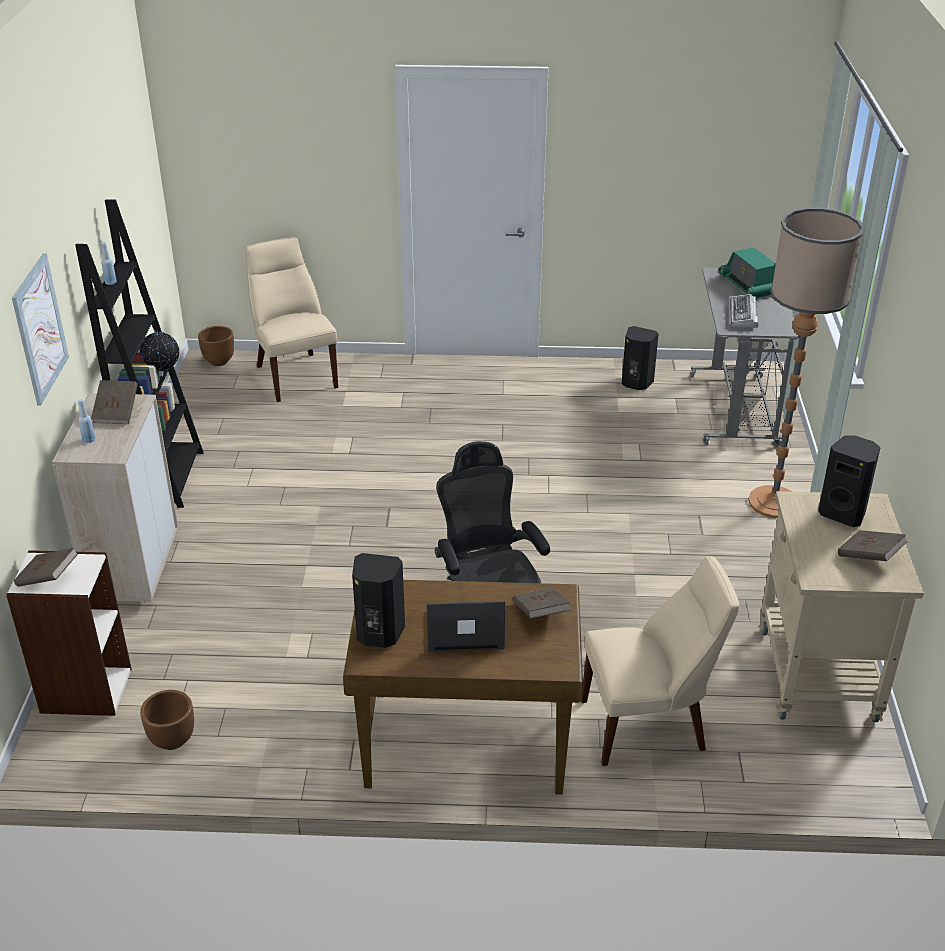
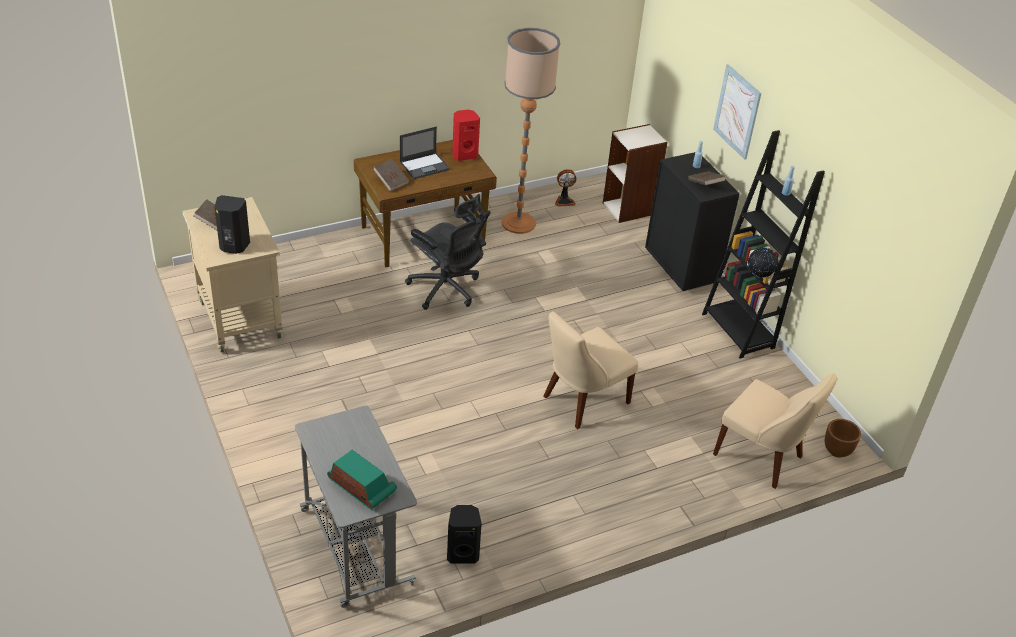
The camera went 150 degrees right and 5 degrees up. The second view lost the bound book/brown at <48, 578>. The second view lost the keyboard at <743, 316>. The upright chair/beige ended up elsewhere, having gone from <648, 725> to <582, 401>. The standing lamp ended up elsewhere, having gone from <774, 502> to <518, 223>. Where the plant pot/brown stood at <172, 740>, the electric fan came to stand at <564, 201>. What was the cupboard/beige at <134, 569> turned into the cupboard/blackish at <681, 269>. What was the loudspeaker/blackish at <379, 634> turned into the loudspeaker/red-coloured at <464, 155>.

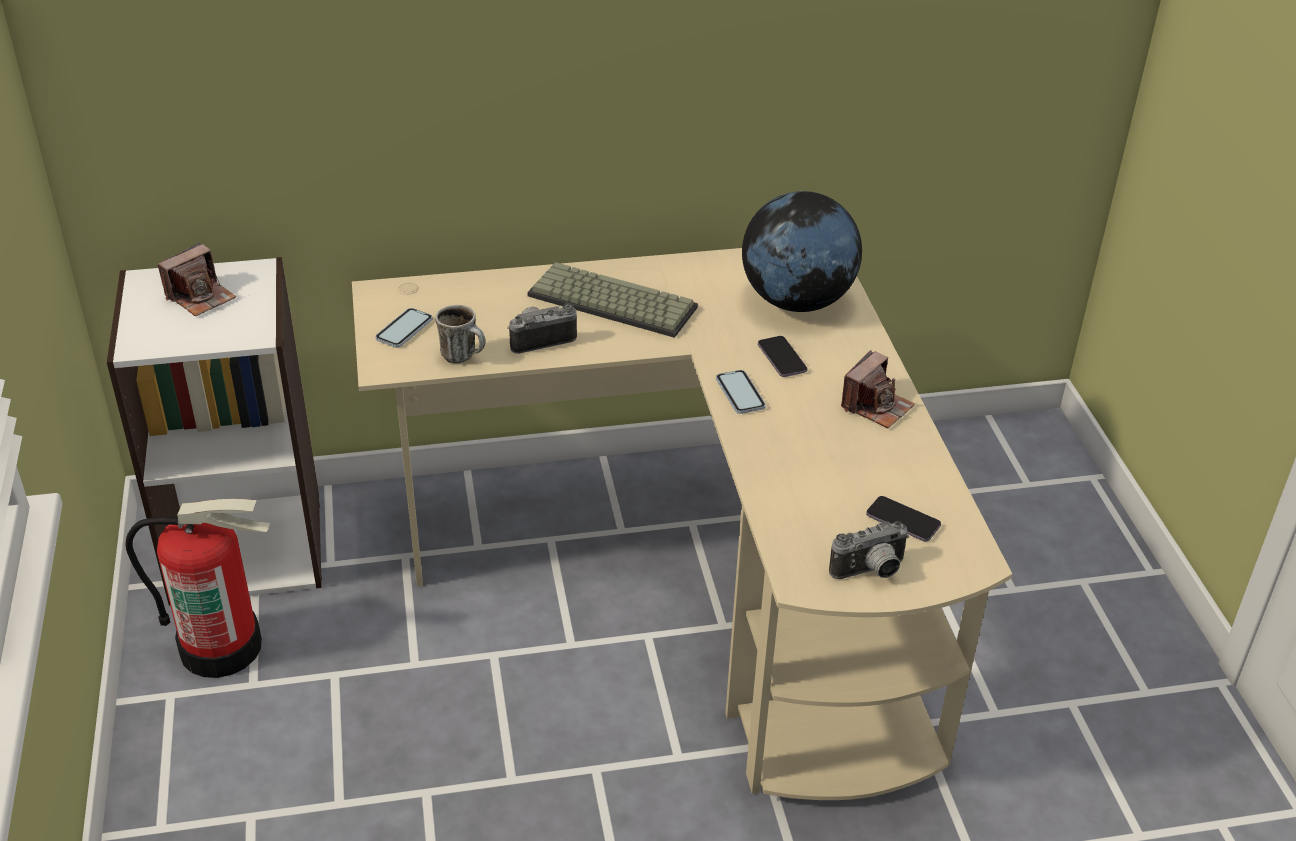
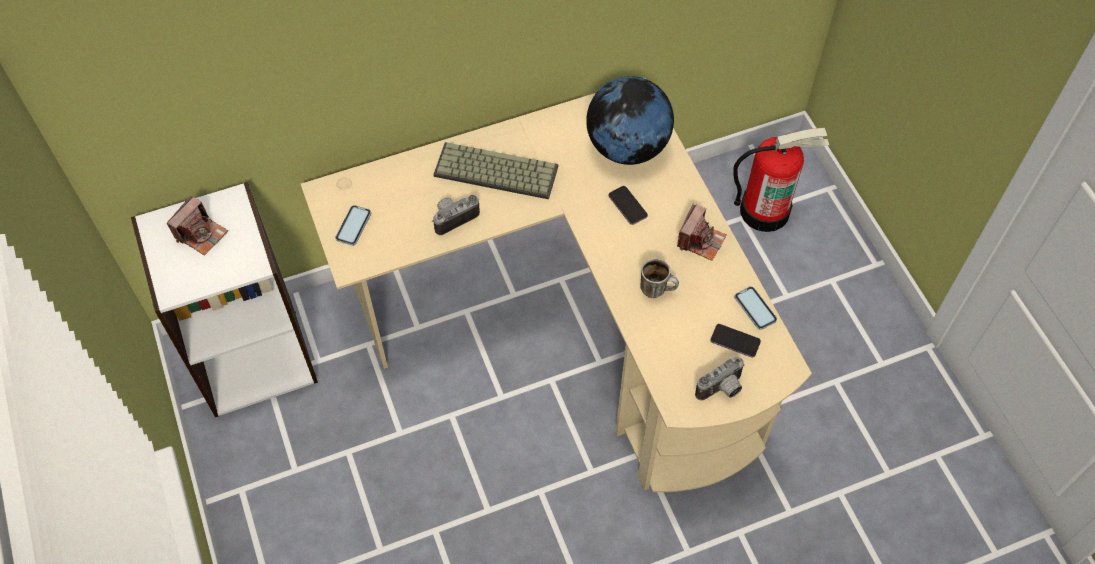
The camera went 10 degrees left and 20 degrees up. The fire extinguisher ended up elsewhere, having gone from <222, 646> to <765, 210>. The mug ended up elsewhere, having gone from <464, 356> to <657, 289>. The phone ended up elsewhere, having gone from <740, 393> to <755, 309>.

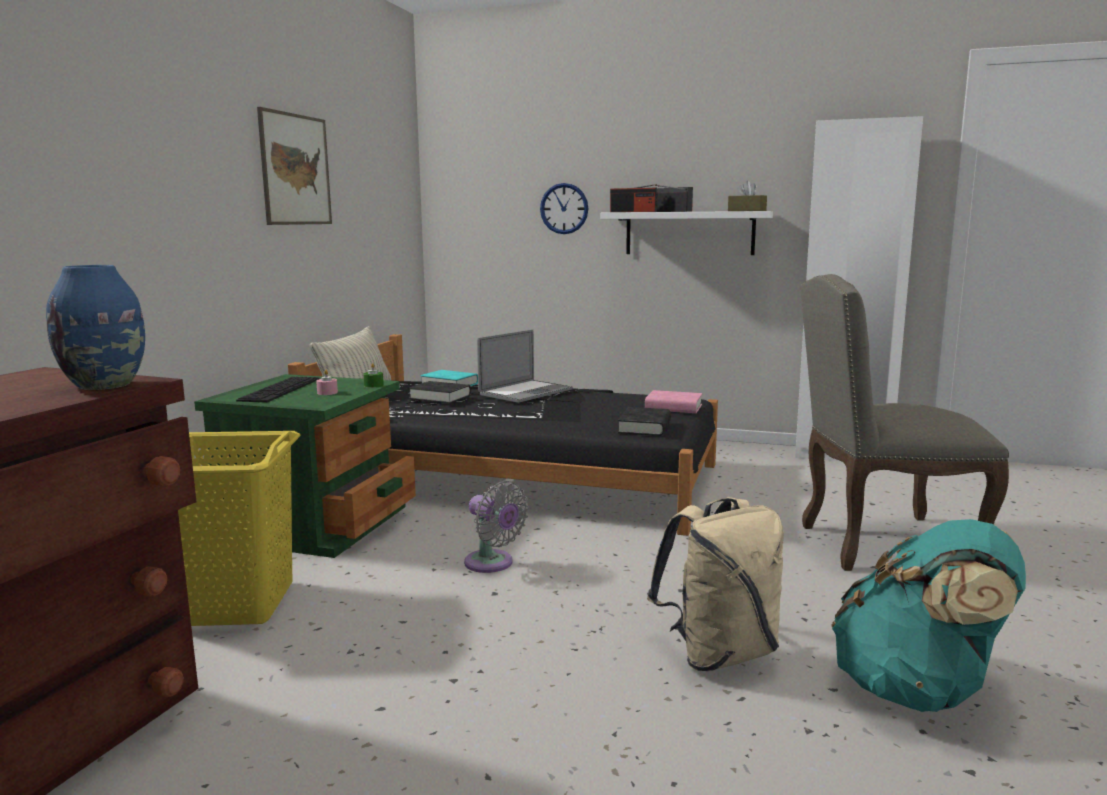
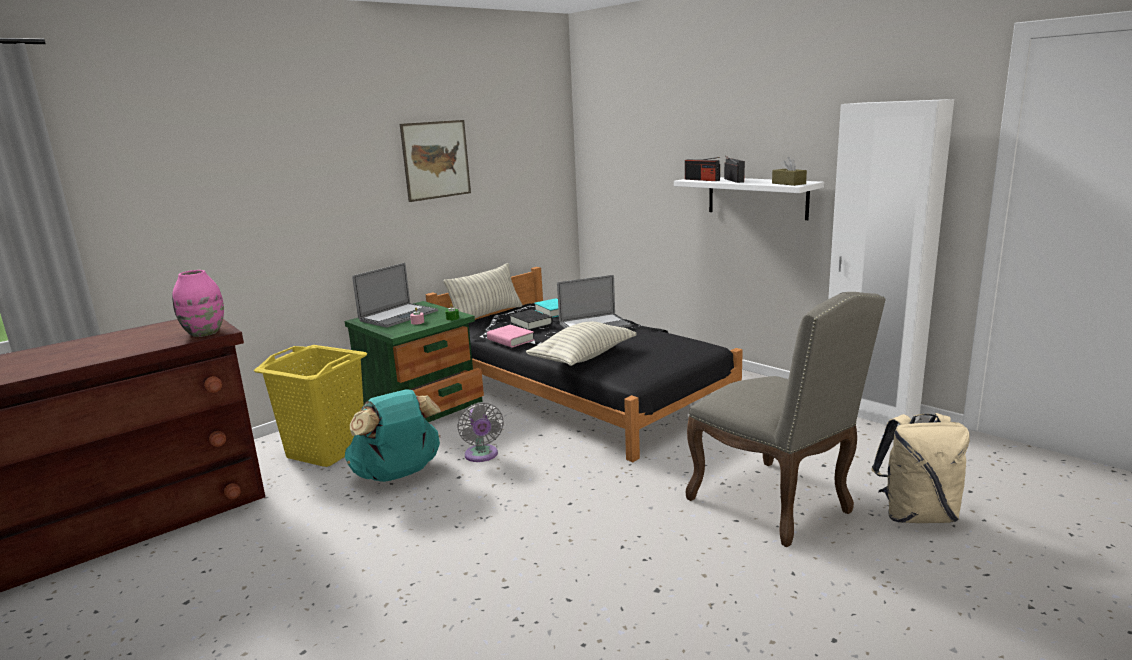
The camera went 30 degrees right and 5 degrees up. The second view lost the clock on the wall at <564, 208>. The second view lost the bound book/blackish at <645, 427>. The second view gained the cushion at <583, 357>. The bound book/pink ended up elsewhere, having gone from <673, 407> to <510, 340>. The rucksack/beige ended up elsewhere, having gone from <719, 653> to <916, 515>. The rucksack/turquoise-coloured ended up elsewhere, having gone from <919, 691> to <398, 474>. Where the keyboard stood at <280, 389>, the laptop came to stand at <398, 316>. What was the vase/blue-coloured at <105, 385> turned into the vase/pink at <205, 333>. The upright chair/gray at <884, 545> ended up facing another way, 150 degrees counterclockwise from before.

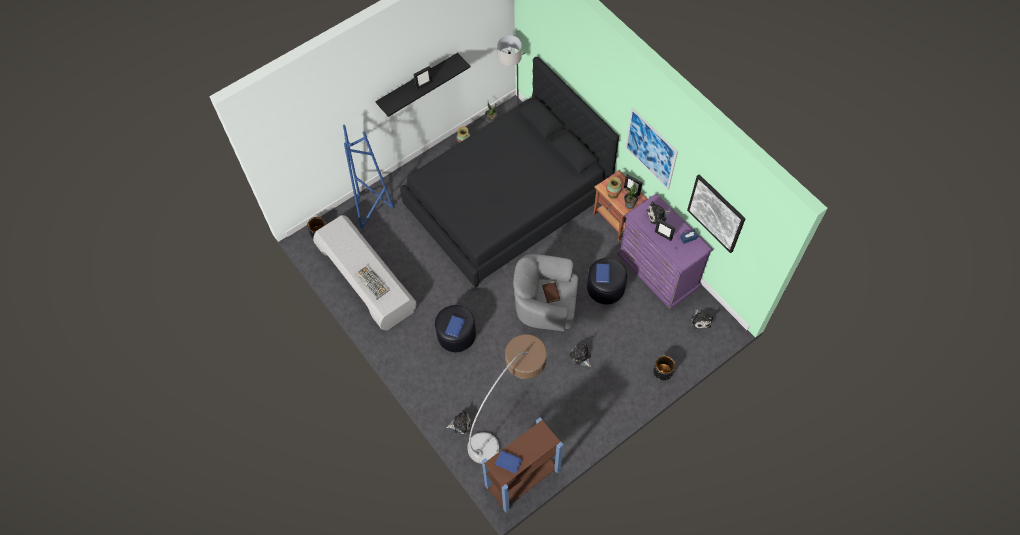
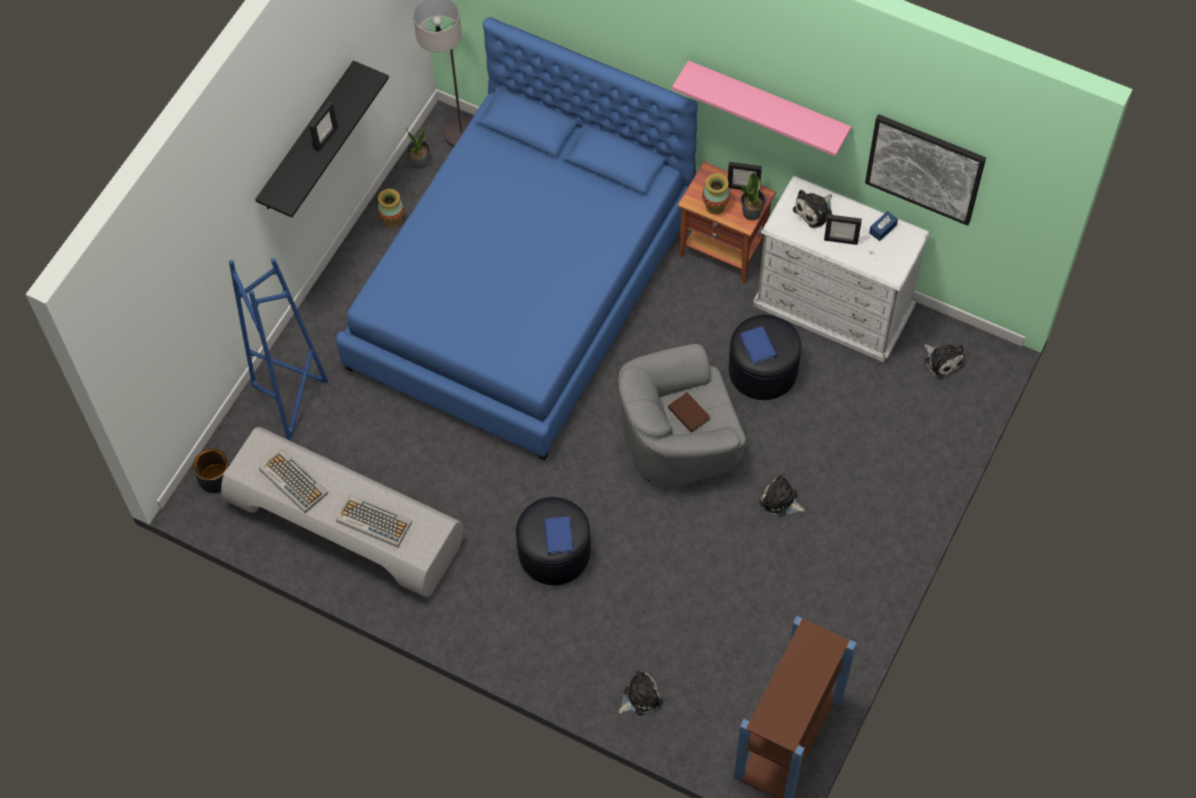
The camera went 25 degrees left and 0 degrees up. The second view lost the standing lamp at <508, 414>. The second view lost the bound book/blue-coloured at <508, 462>. The second view lost the plant pot/blackish at <663, 371>. The second view gained the keyboard at <292, 481>. Where the wall picture hung at <650, 149>, the bracket shelf/pink came to hang at <768, 103>. What was the bedroom bed/blackish at <508, 200> turned into the bedroom bed/blue-coloured at <522, 289>. What was the drawer chest/purple at <659, 270> turned into the drawer chest/whitish at <835, 305>.

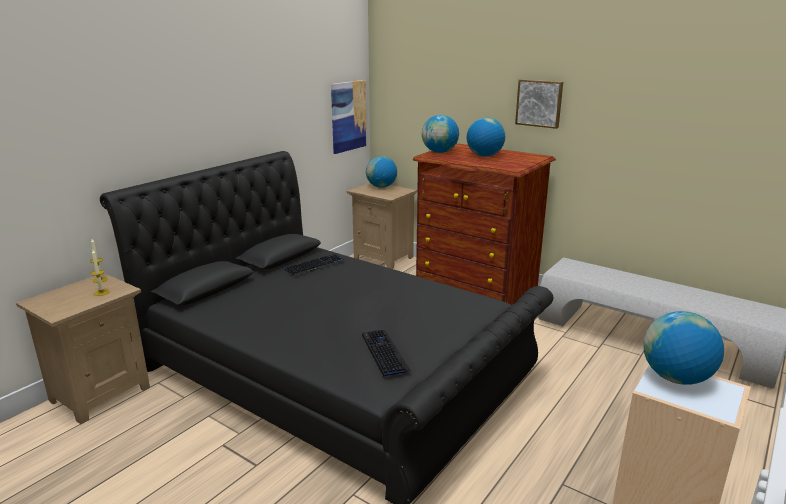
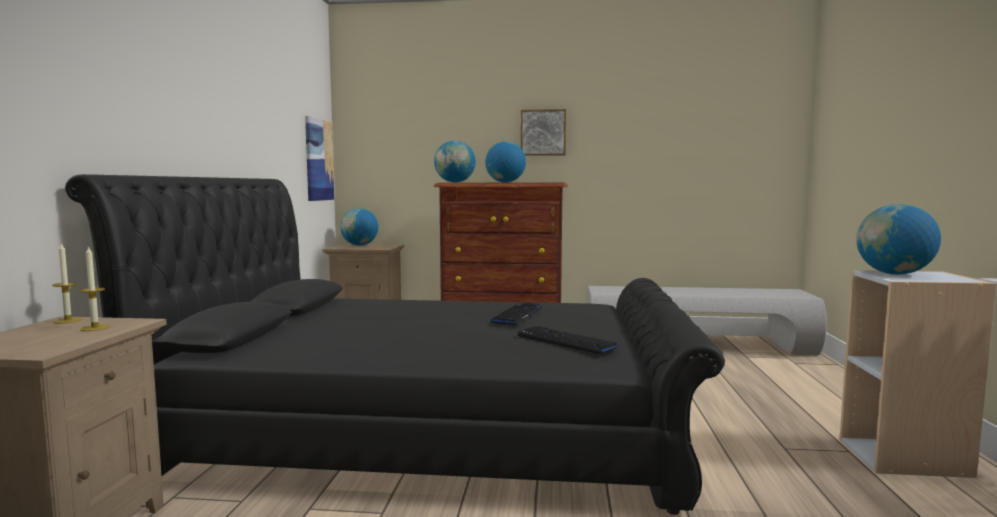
The camera went 30 degrees left and 15 degrees down. The keyboard ended up elsewhere, having gone from <315, 266> to <518, 315>.

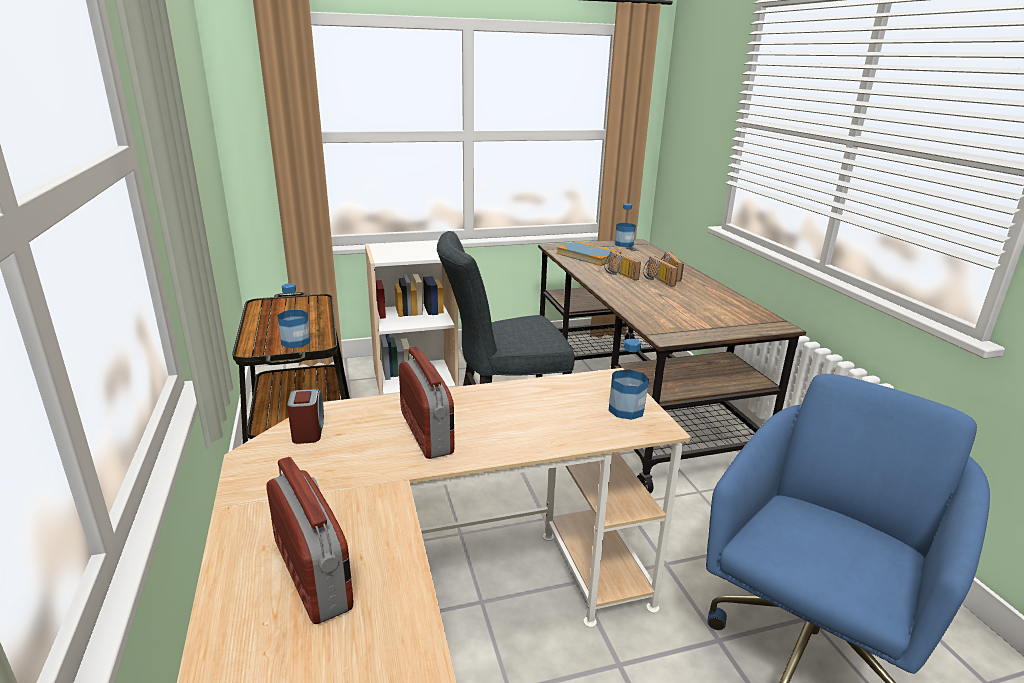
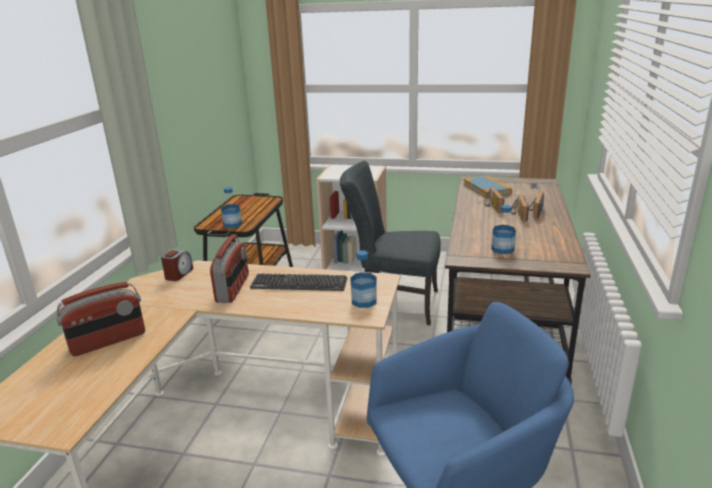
The camera went 30 degrees right and 0 degrees up. The second view gained the keyboard at <299, 283>. The drink bottle ended up elsewhere, having gone from <624, 244> to <502, 249>. The radio receiver at <314, 574> ended up facing another way, 60 degrees clockwise from before.

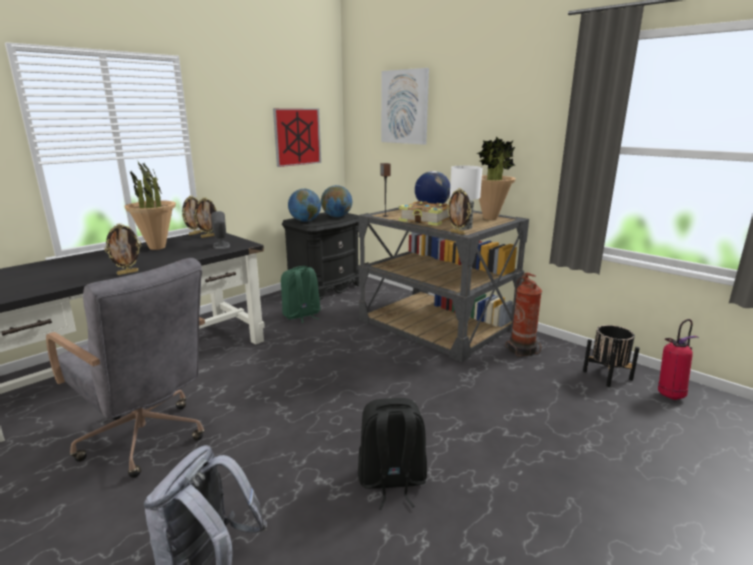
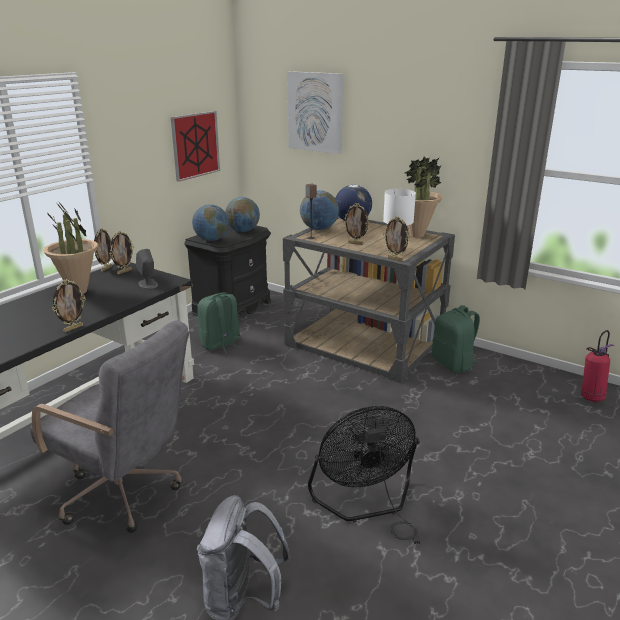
The camera went 10 degrees left and 5 degrees up. The second view lost the plant pot/blackish at <607, 375>. The second view gained the desk globe at <319, 229>. Where the rucksack/blackish stood at <391, 481>, the electric fan/blackish came to stand at <372, 505>. Where the bound book stood at <425, 221>, the photo frame came to stand at <355, 243>. Where the fire extinguisher stood at <521, 349>, the rucksack/greenish came to stand at <453, 364>.

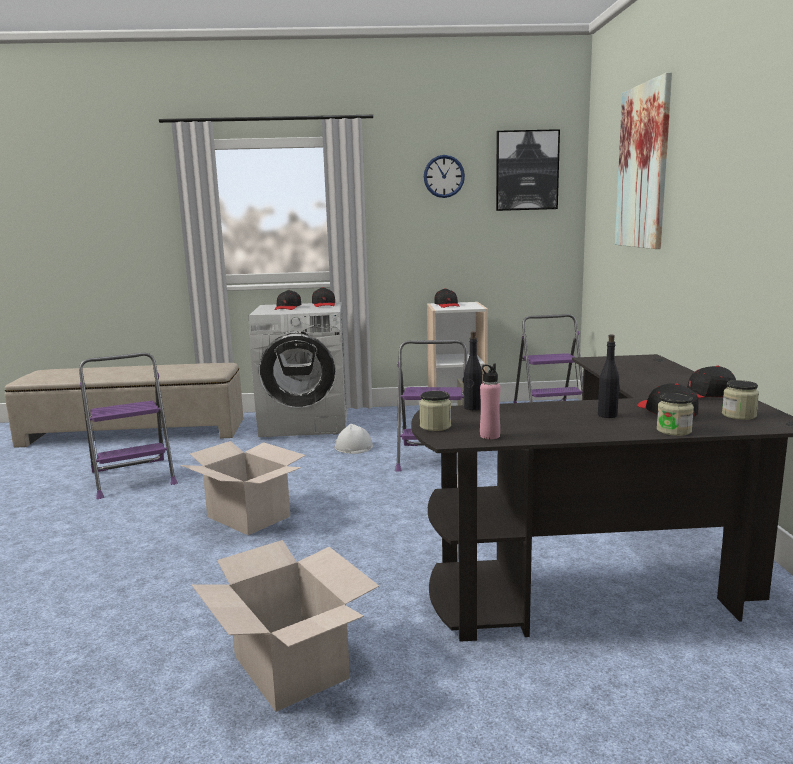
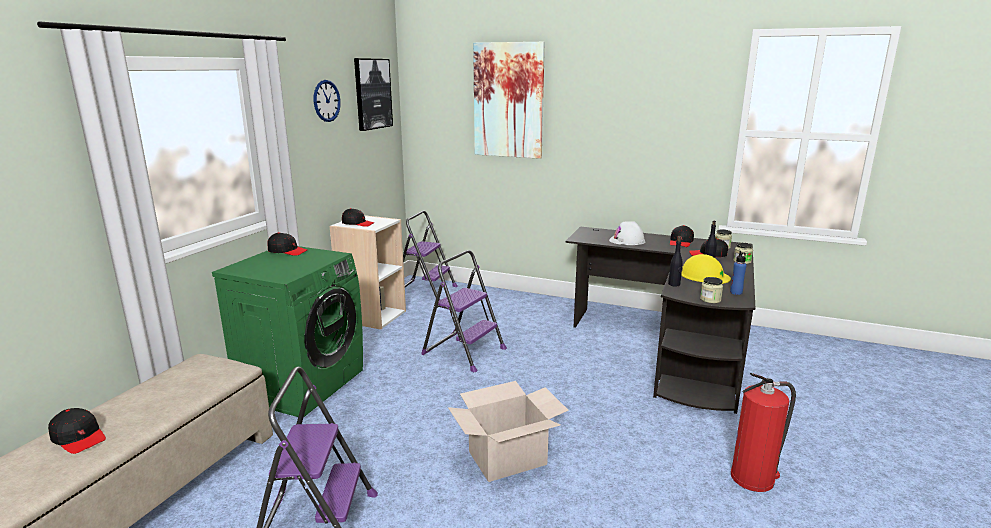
The camera went 65 degrees left and 5 degrees up. The second view gained the hard hat/yellow-coloured at <704, 275>. The baseball cap/blackish ended up elsewhere, having gone from <288, 307> to <79, 437>. The hard hat/whitish ended up elsewhere, having gone from <353, 447> to <627, 241>. Where the packing box stood at <289, 667>, the fire extinguisher came to stand at <753, 478>. What was the washing machine/whitish at <305, 426> turned into the washing machine/greenish at <302, 386>. What was the drink bottle/pink at <489, 436> turned into the drink bottle/blue-coloured at <736, 292>.

